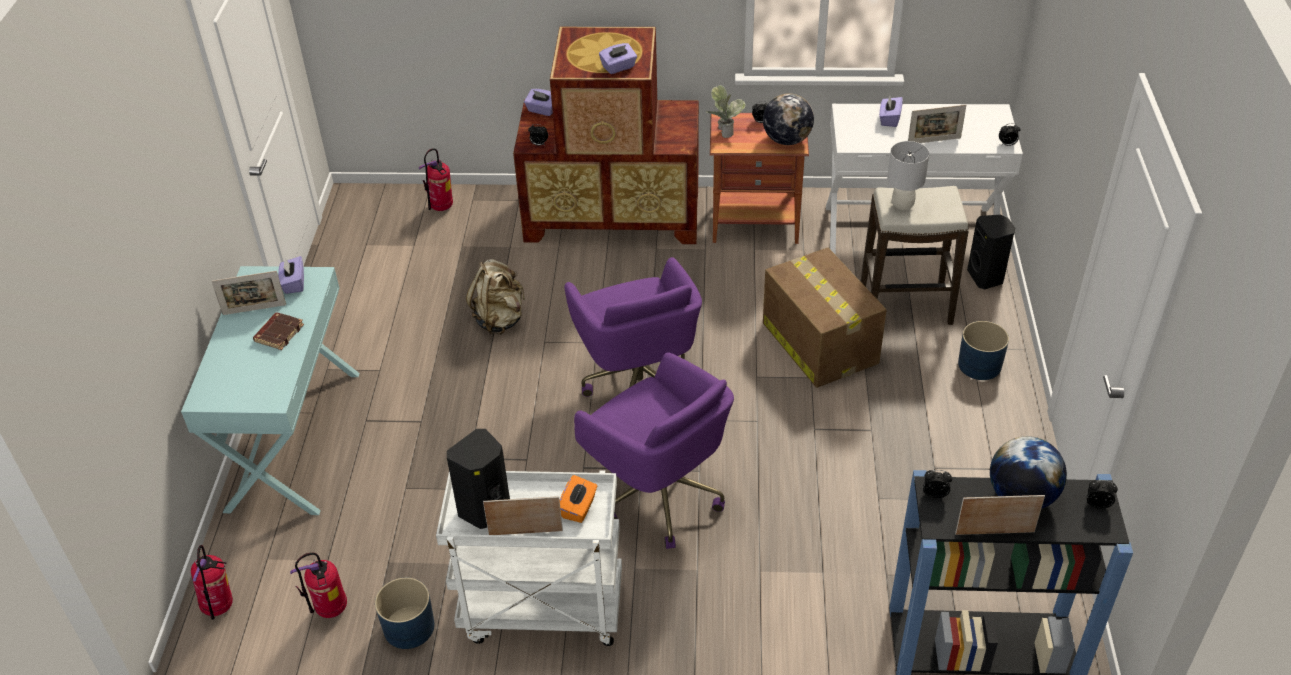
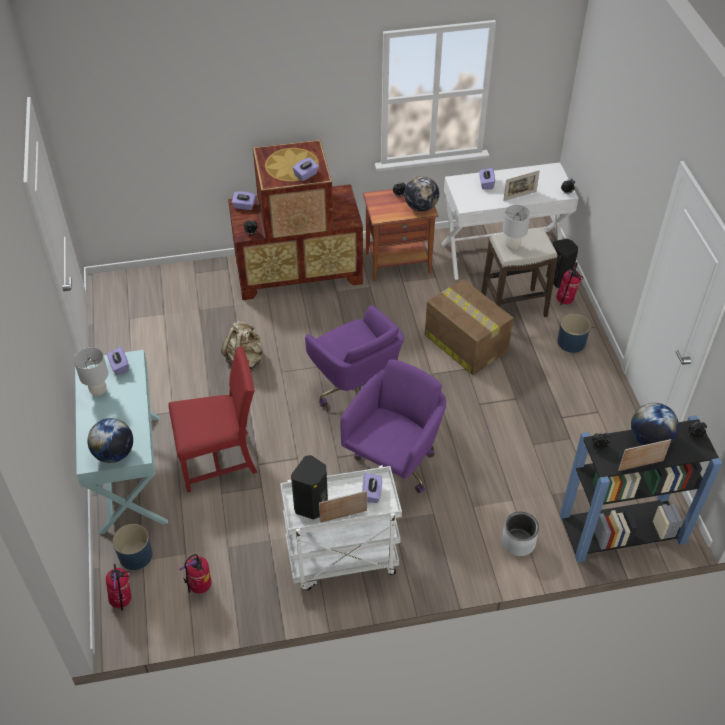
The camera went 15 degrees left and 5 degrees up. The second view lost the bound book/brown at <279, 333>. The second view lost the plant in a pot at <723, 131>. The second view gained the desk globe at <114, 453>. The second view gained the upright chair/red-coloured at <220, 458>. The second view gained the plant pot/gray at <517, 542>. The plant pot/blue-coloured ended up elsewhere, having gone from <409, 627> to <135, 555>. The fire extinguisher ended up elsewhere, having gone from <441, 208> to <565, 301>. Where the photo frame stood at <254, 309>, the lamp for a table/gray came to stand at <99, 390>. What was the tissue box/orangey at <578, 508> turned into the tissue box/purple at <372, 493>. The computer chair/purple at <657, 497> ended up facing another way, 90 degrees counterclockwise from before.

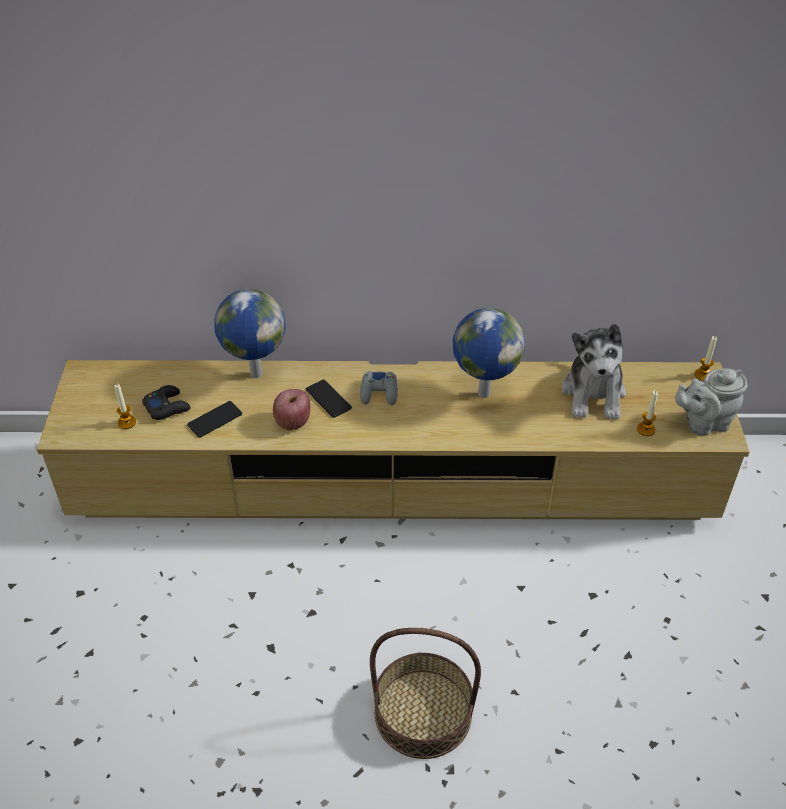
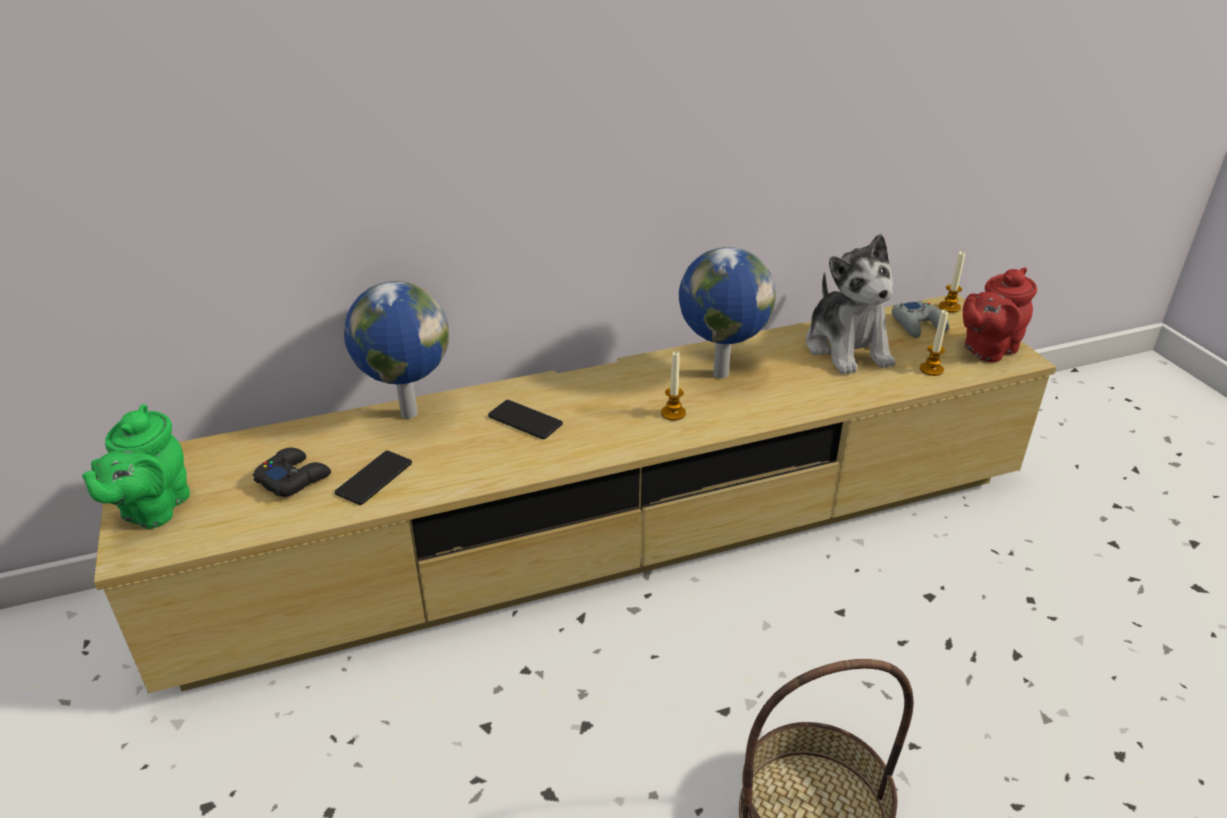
The camera went 20 degrees left and 10 degrees down. The second view lost the apple at <293, 422>. The second view gained the pot for tea/greenish at <152, 510>. The wax light ended up elsewhere, having gone from <127, 422> to <673, 413>. The gamepad/gray ended up elsewhere, having gone from <379, 392> to <918, 325>. What was the pot for tea/gray at <703, 422> turned into the pot for tea/red-coloured at <986, 350>.

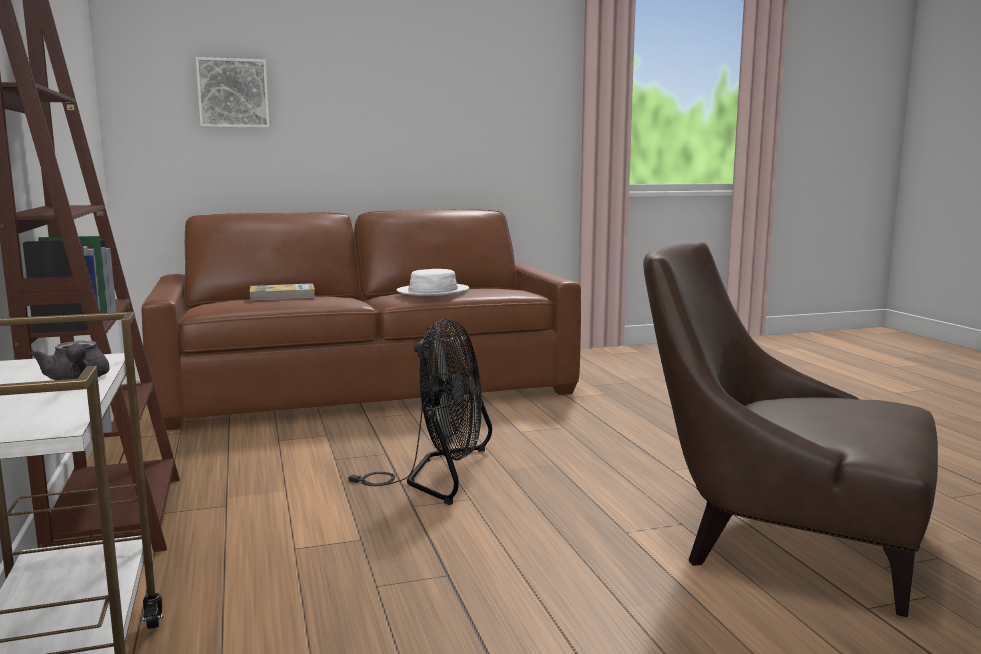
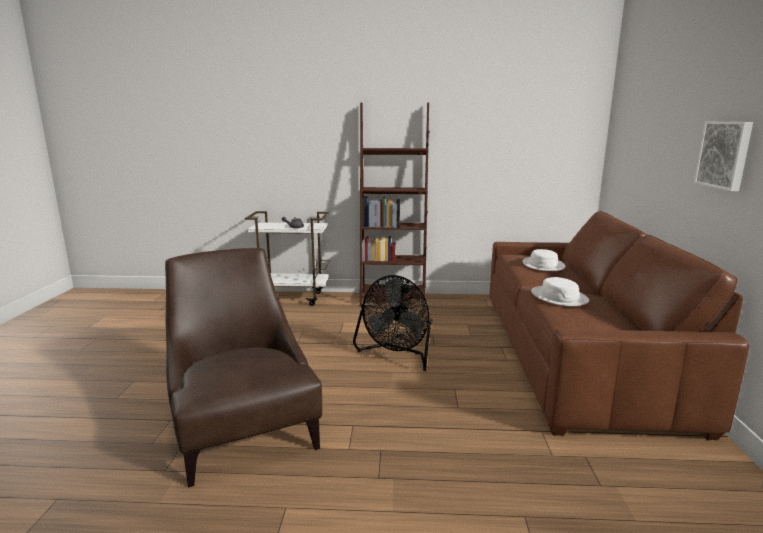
The camera went 110 degrees right and 5 degrees up. The wall picture ended up elsewhere, having gone from <233, 93> to <725, 155>. Where the bound book stood at <282, 295>, the clothing hat/whitish came to stand at <543, 265>. The armchair/brown at <779, 537> ended up facing another way, 75 degrees counterclockwise from before.

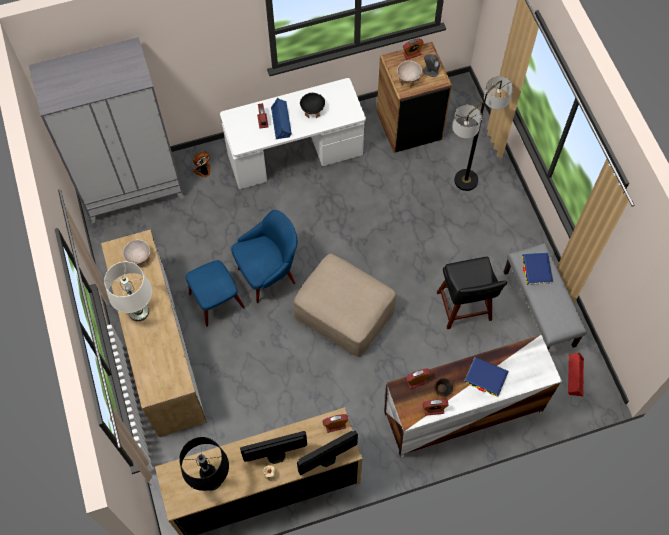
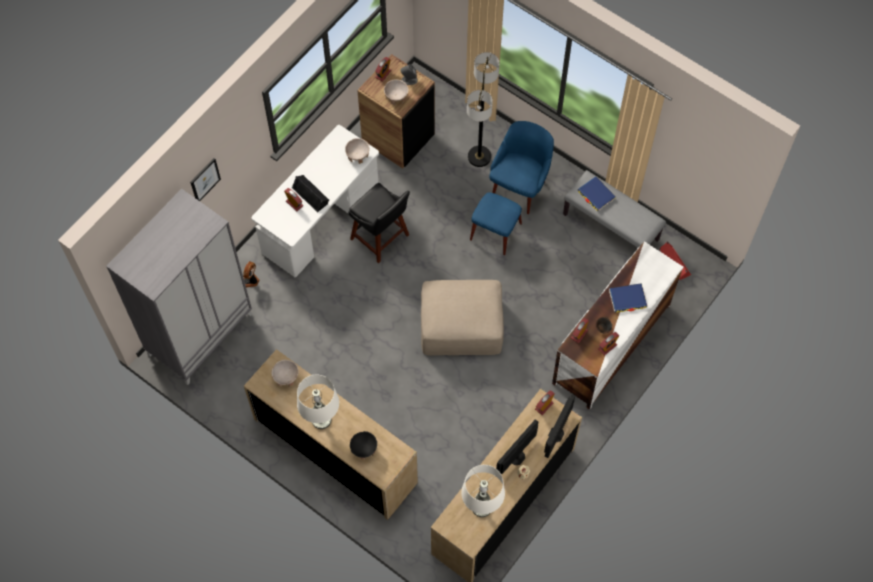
The camera went 35 degrees left and 0 degrees up. The second view gained the wall picture at <205, 180>. The second view gained the deep dish/beige at <358, 156>. The armchair/blue-coloured ended up elsewhere, having gone from <249, 285> to <510, 204>. The deep dish/blackish ended up elsewhere, having gone from <312, 111> to <364, 449>. The upright chair/blackish ended up elsewhere, having gone from <464, 309> to <381, 239>. What was the lamp for a table/blackish at <211, 479> turned into the lamp for a table/whitish at <481, 507>. What was the loudspeaker/blue-coloured at <282, 121> turned into the loudspeaker/blackish at <311, 194>.

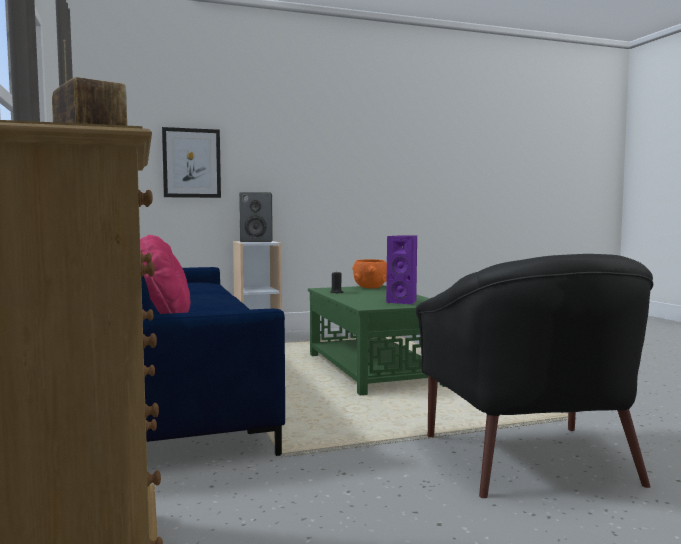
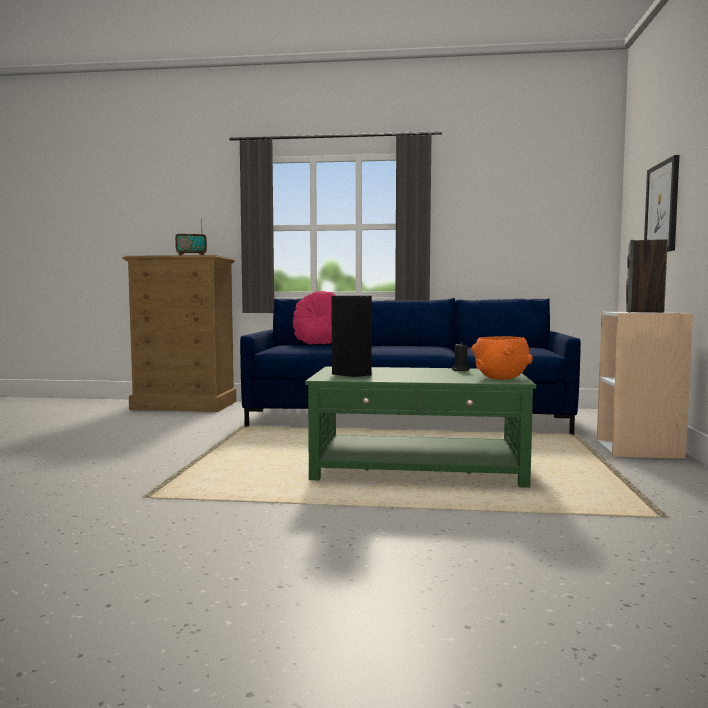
The camera went 115 degrees right and 0 degrees up. The second view lost the armchair/blackish at <531, 459>. What was the loudspeaker/purple at <403, 302> turned into the loudspeaker/blackish at <353, 374>.

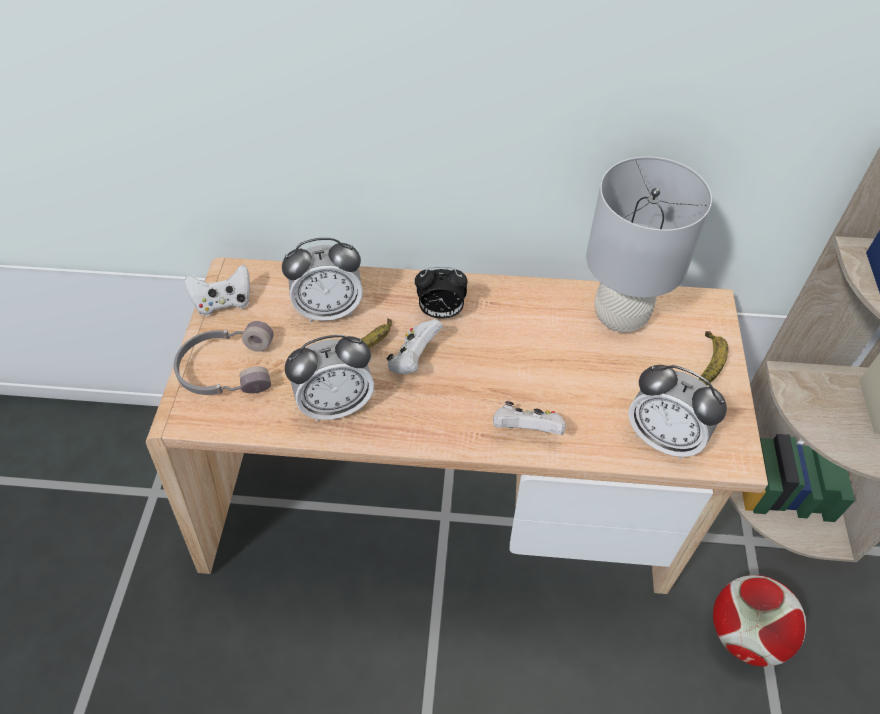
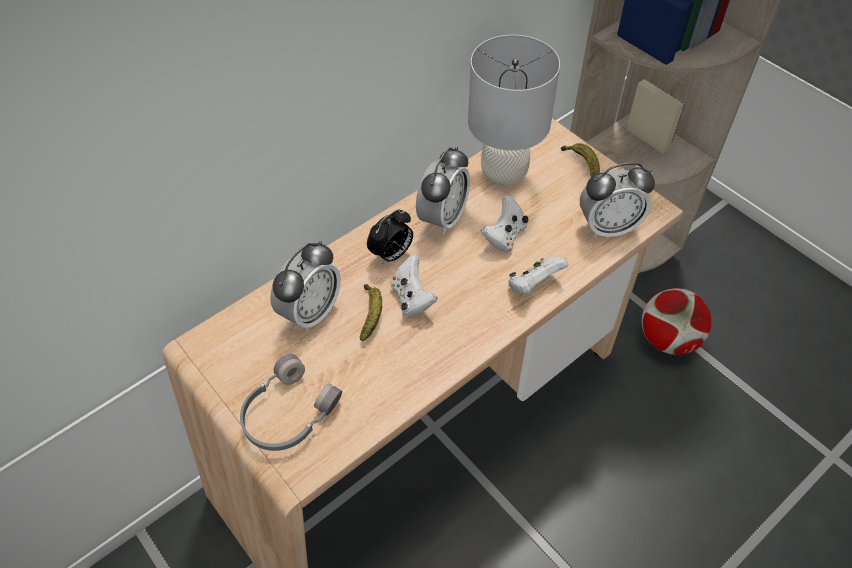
The camera went 45 degrees left and 0 degrees up. The gamepad/whitish ended up elsewhere, having gone from <224, 302> to <504, 236>. The alarm clock ended up elsewhere, having gone from <336, 404> to <443, 218>.

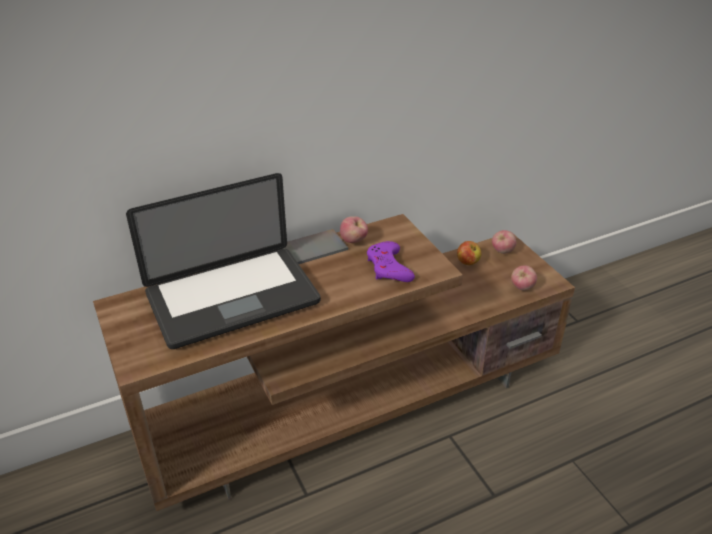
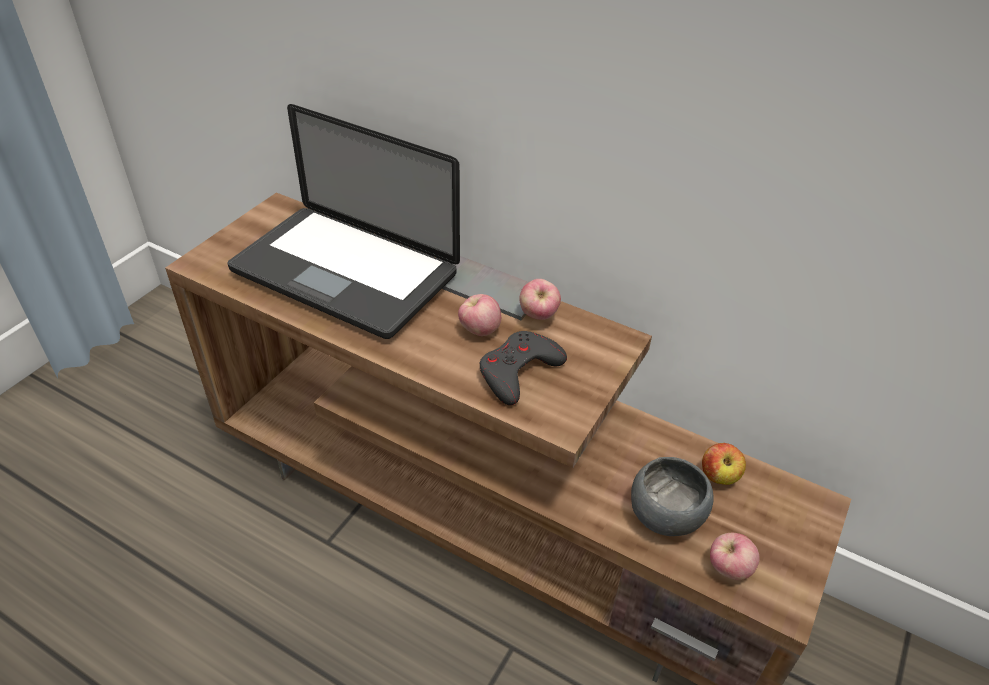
The camera went 55 degrees right and 5 degrees up. The second view gained the deep dish/gray at <667, 515>. The apple ended up elsewhere, having gone from <502, 251> to <479, 330>. What was the gamepad/purple at <388, 267> turned into the gamepad/gray at <518, 372>.

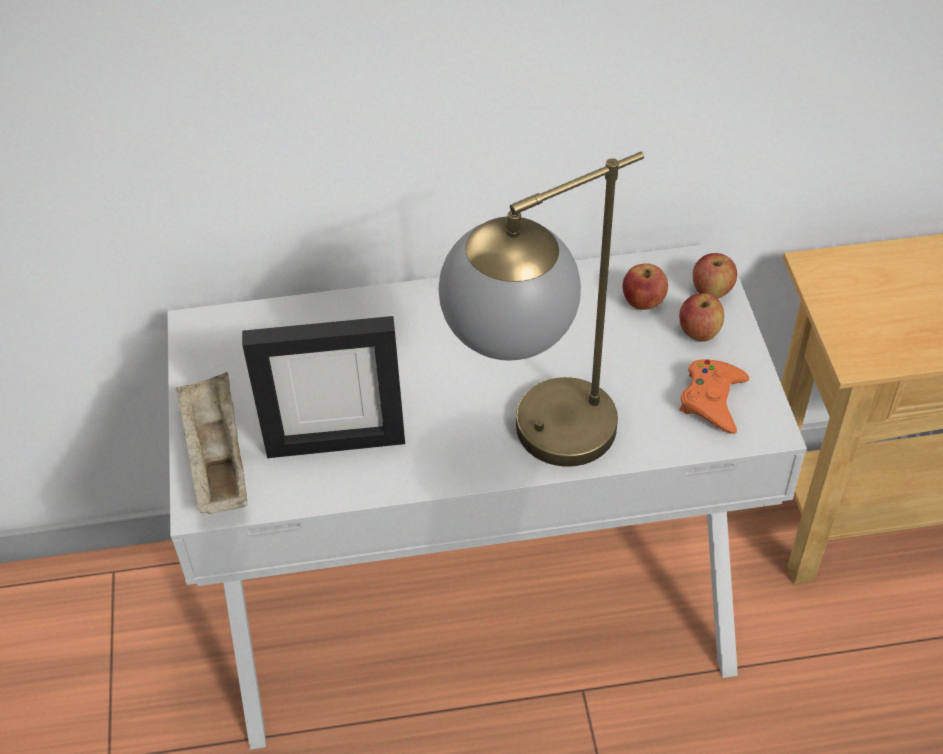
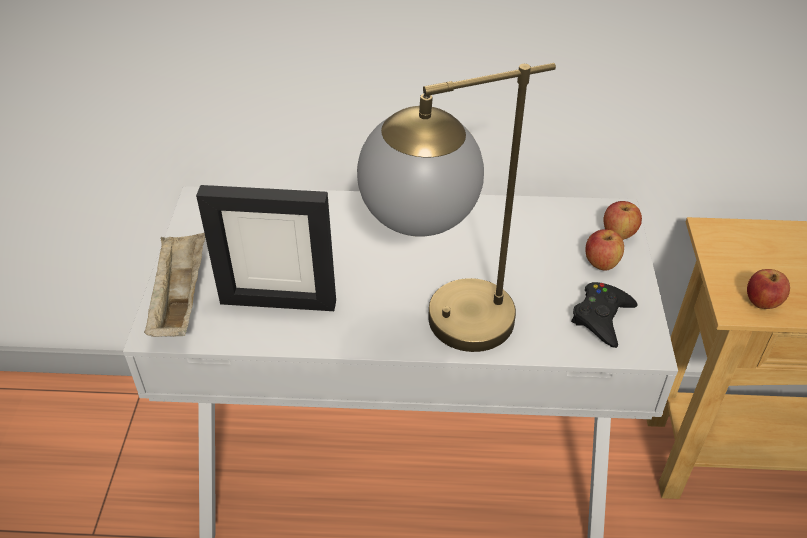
The camera went 10 degrees right and 5 degrees down. The apple ended up elsewhere, having gone from <643, 302> to <762, 302>. What was the gamepad/orangey at <712, 400> turned into the gamepad/blackish at <602, 318>.

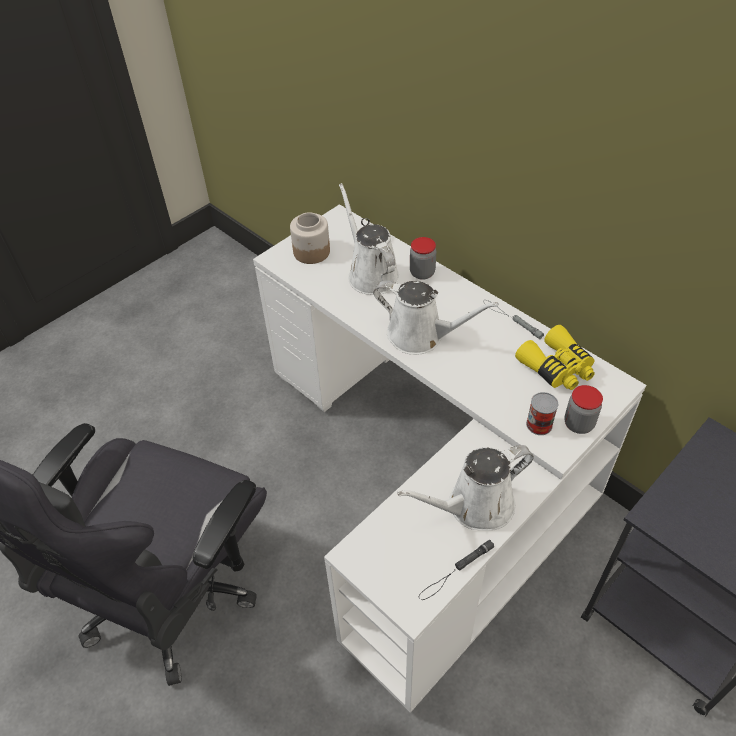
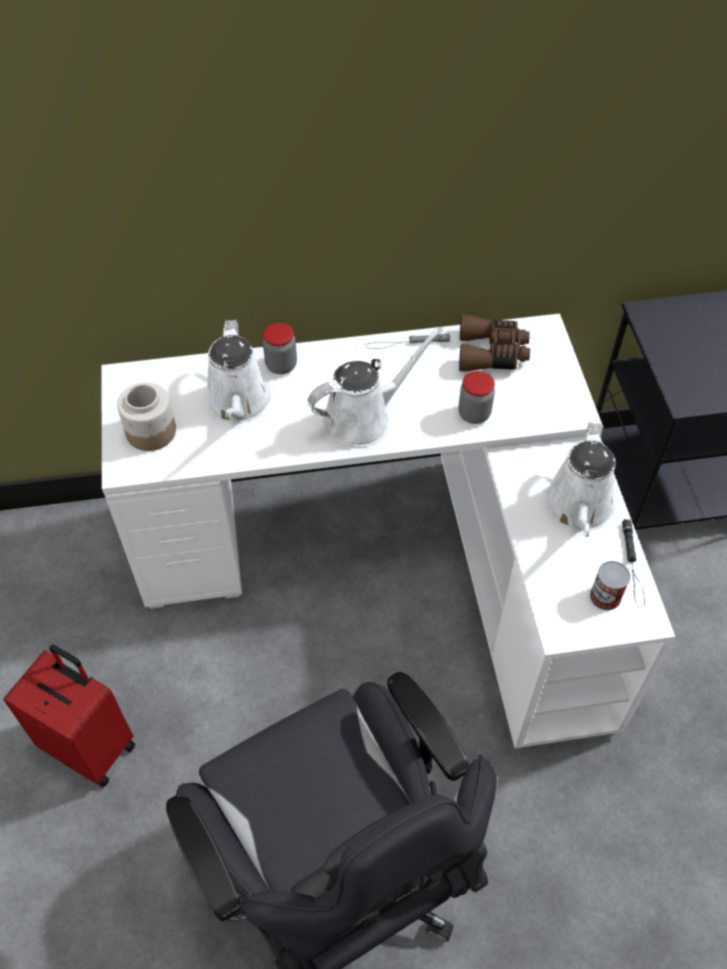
The camera went 55 degrees left and 5 degrees up. The second view gained the suitcase/red-coloured at <91, 746>. The can ended up elsewhere, having gone from <539, 424> to <605, 596>. The jar ended up elsewhere, having gone from <578, 424> to <474, 414>. What was the field glasses/yellow-coloured at <557, 368> turned into the field glasses/brown at <492, 353>. The watering can/whitish at <370, 273> ended up facing another way, 105 degrees counterclockwise from before.

